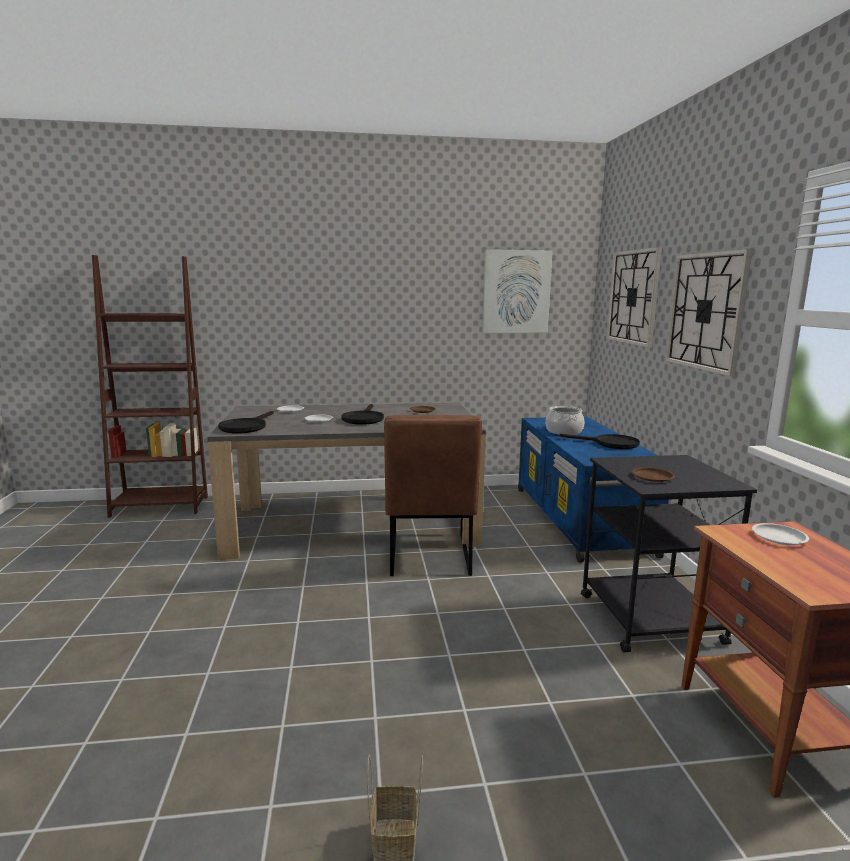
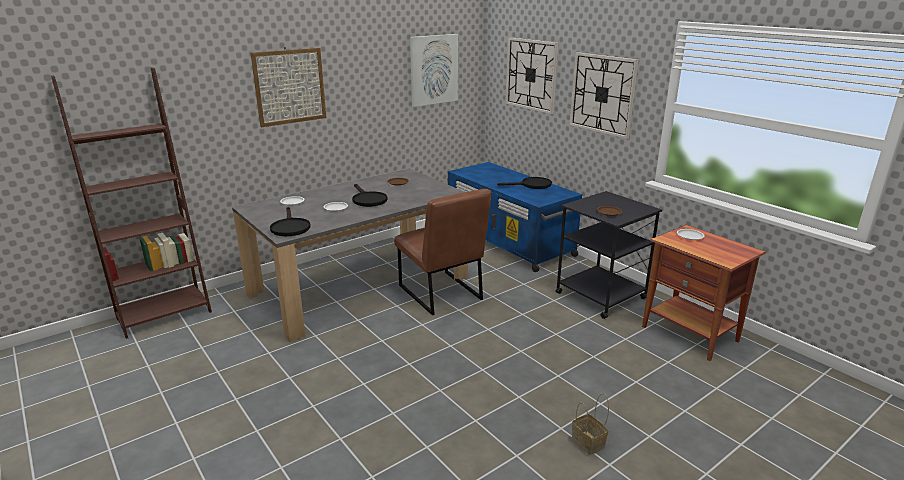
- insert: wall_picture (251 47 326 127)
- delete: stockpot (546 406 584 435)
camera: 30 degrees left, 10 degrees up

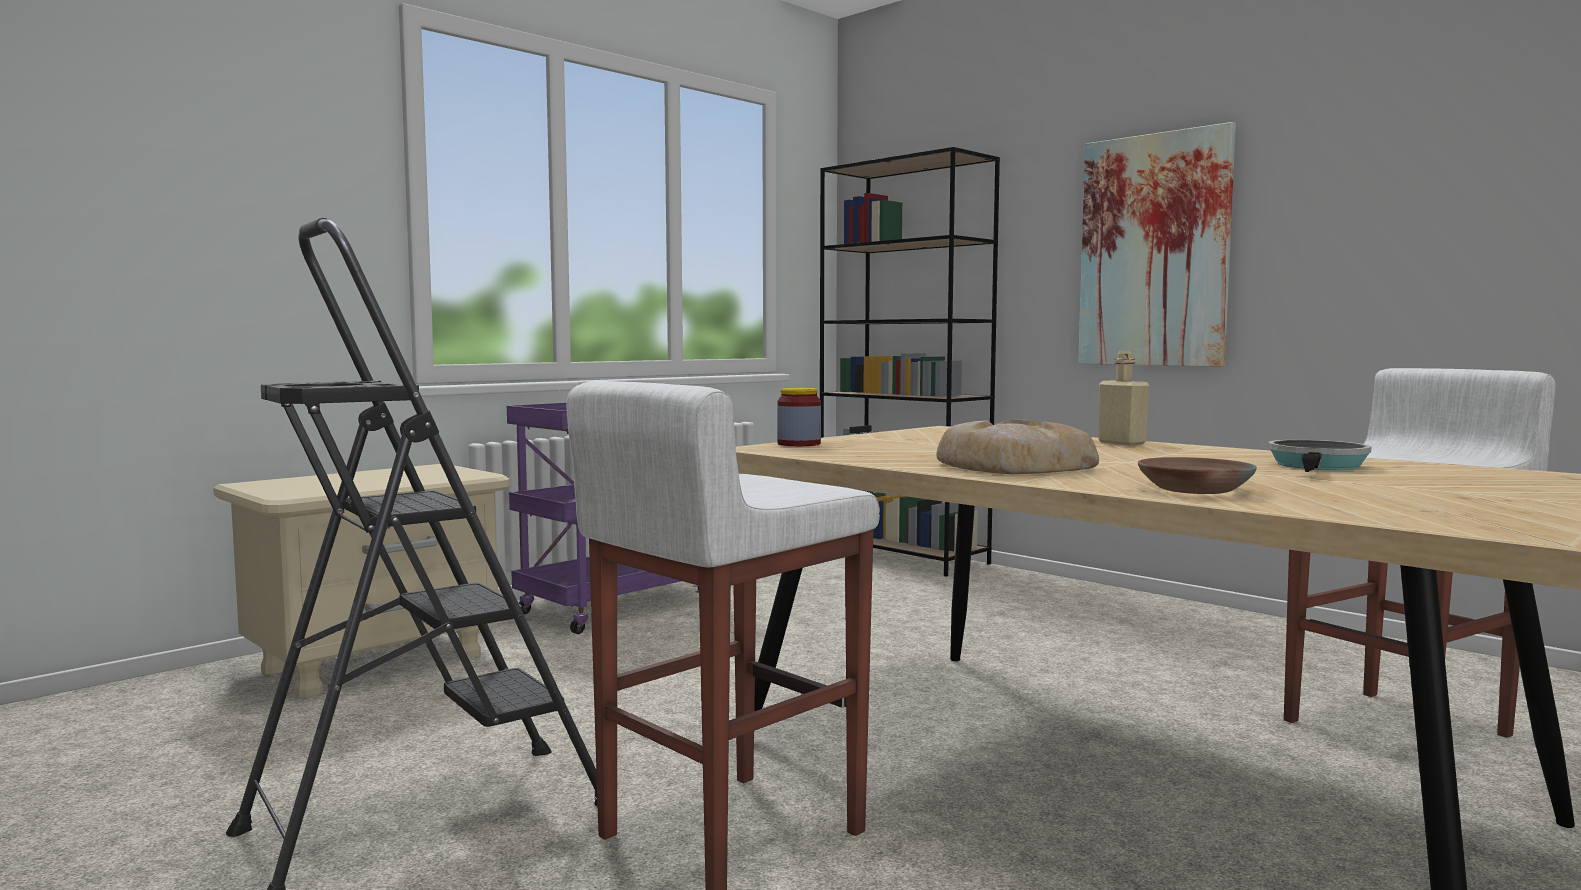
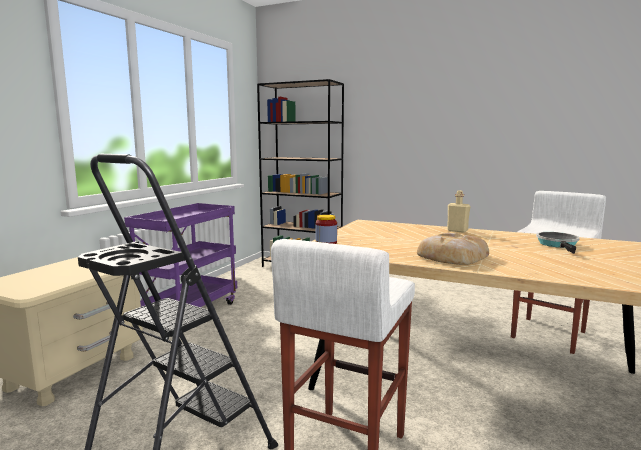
- delete: wall_picture (1078 122 1236 367)
- delete: brown_deep_dish (1138 457 1257 494)
camera: 20 degrees left, 5 degrees up

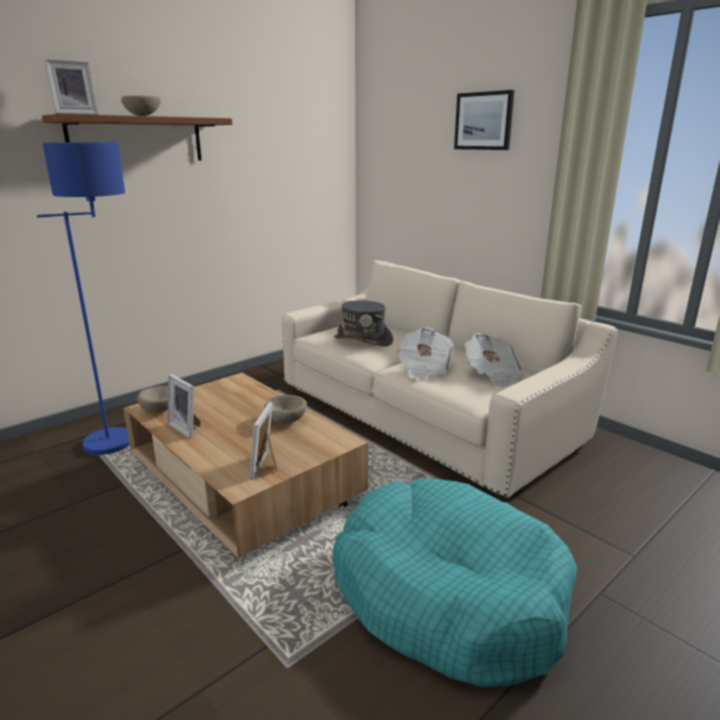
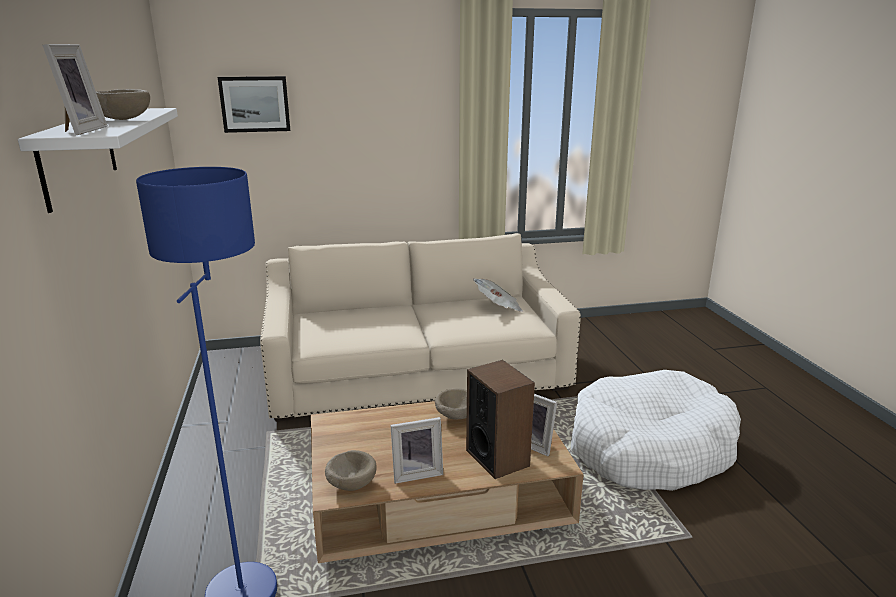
- recolor: brown_shelf (42 114 232 160) to white-coloured_shelf (18 108 178 213)
- move: wall_picture (454 90 514 150) to (218 76 290 133)
- insert: speaker (466 360 535 479)
- recolor: turquoise_pet_bed (333 478 578 688) to white-coloured_pet_bed (571 370 741 491)
- delete: greyish_hat (334 300 393 346)
- delete: newspaper (397 327 454 379)
camera: 60 degrees left, 0 degrees up

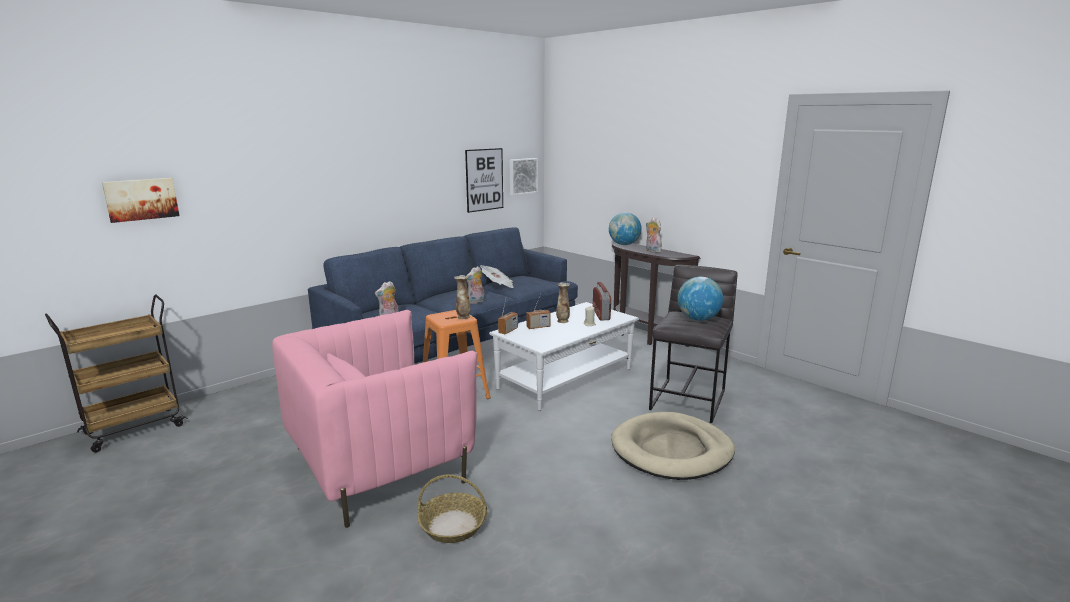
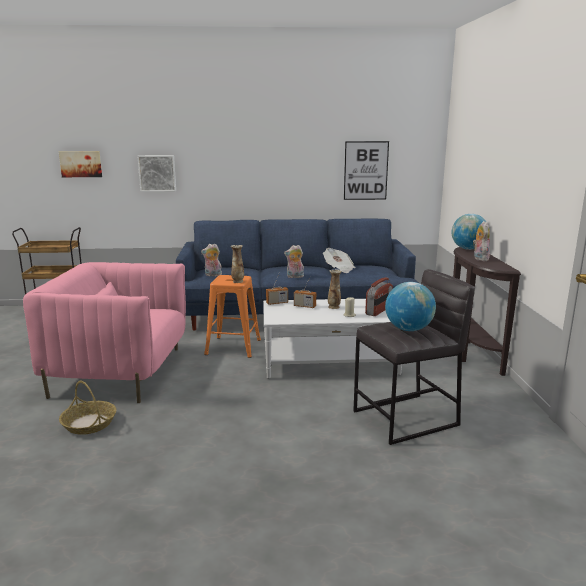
- move: wall_picture (510 158 538 195) to (137 155 176 192)
- delete: sand-coloured_pet_bed (611 412 735 480)
camera: 40 degrees right, 0 degrees up

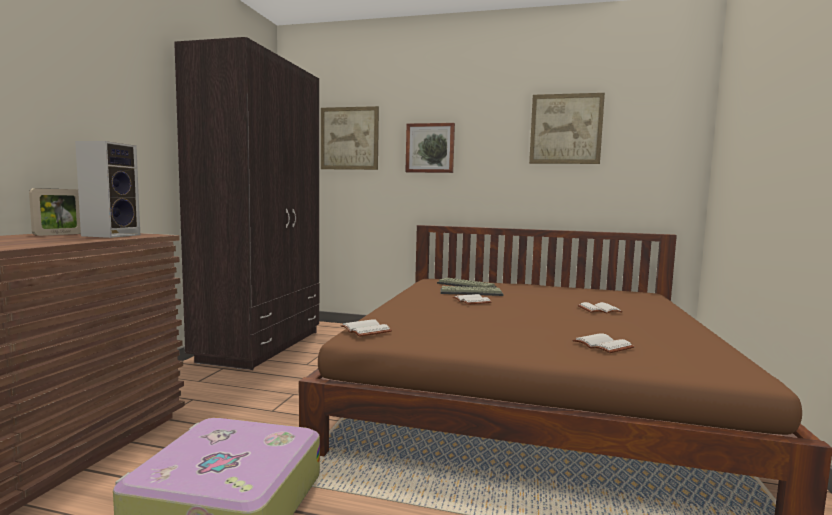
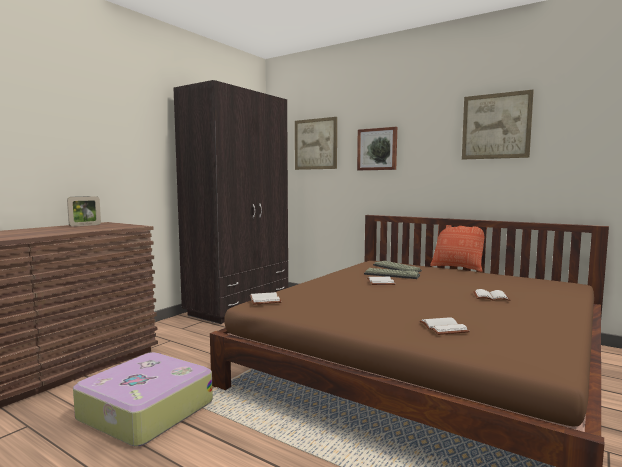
- insert: orange-coloured_throw_pillow (430 225 485 272)
- delete: speaker (75 141 140 238)
camera: 20 degrees right, 0 degrees up

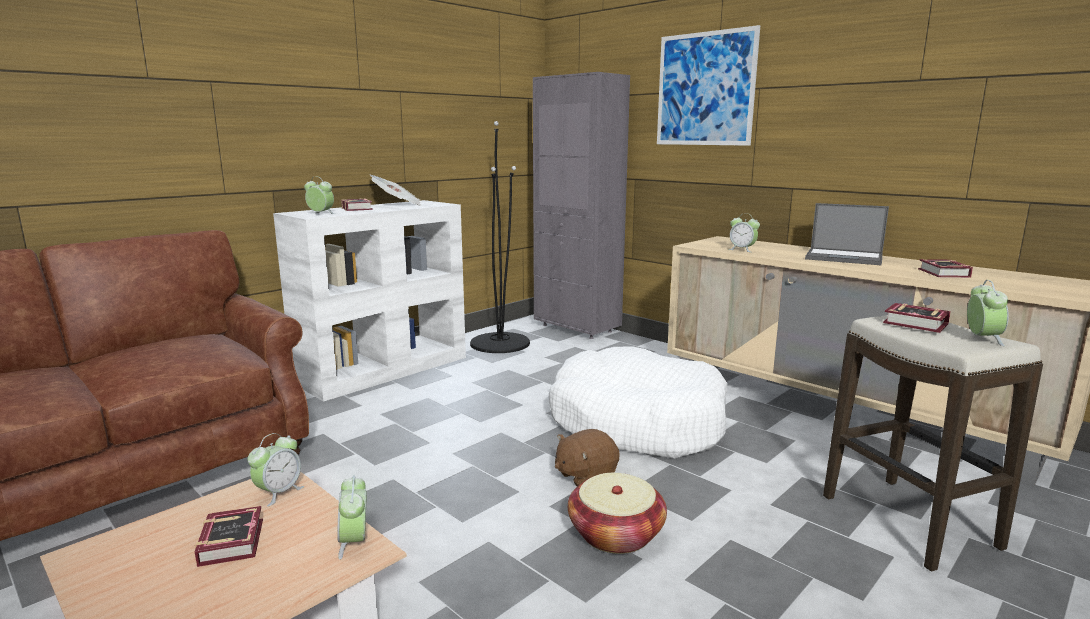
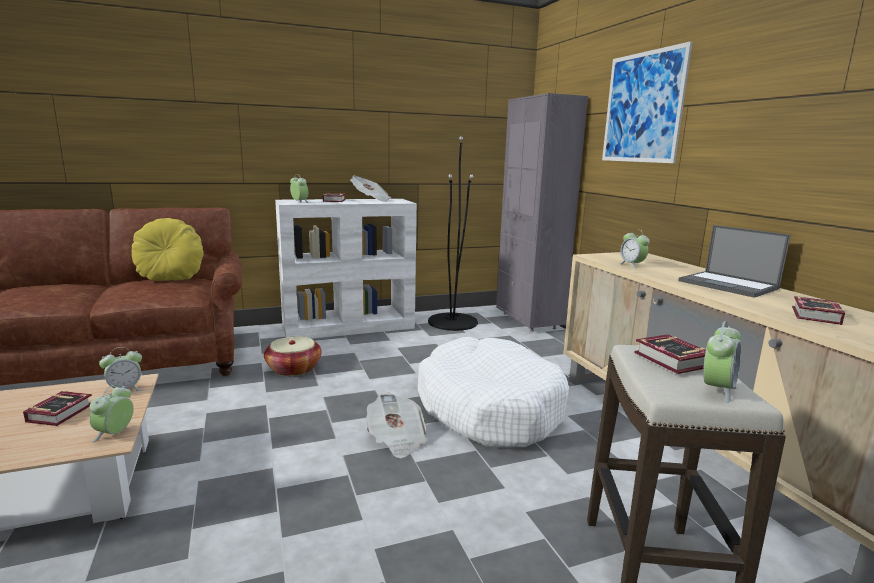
- insert: yellowish_throw_pillow (132 218 204 281)
- move: basket (568 473 667 554) to (264 336 322 376)
- replace: brown_soft_toy (555 429 620 486) to newspaper (367 393 428 458)
camera: 25 degrees right, 0 degrees up

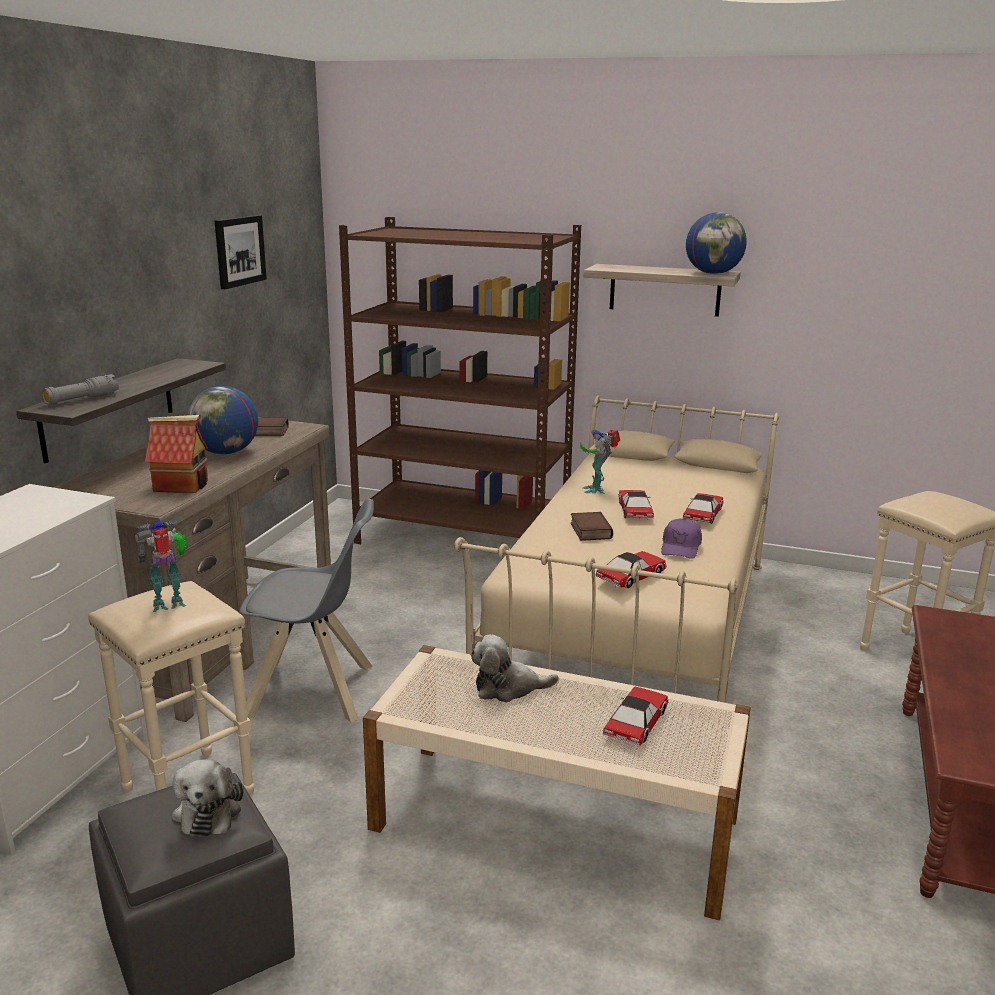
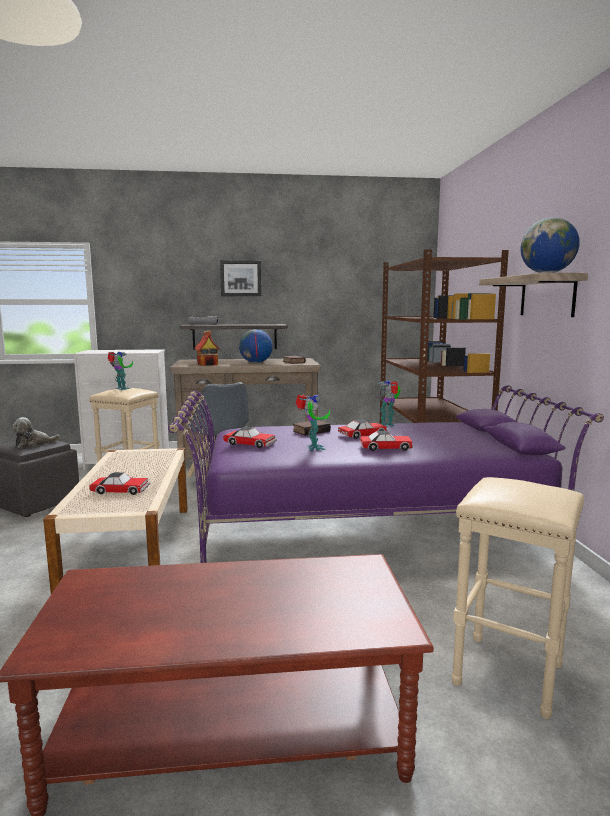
- recolor: sand-coloured_bed (454 396 779 777) to purple_bed (168 385 604 563)
- move: wall_picture (215 215 267 289) to (220 260 261 296)
- replace: purple_cap (661 518 702 559) to robot_figure (295 394 330 451)
- delete: soft_toy (471 634 559 702)
camera: 65 degrees right, 10 degrees down

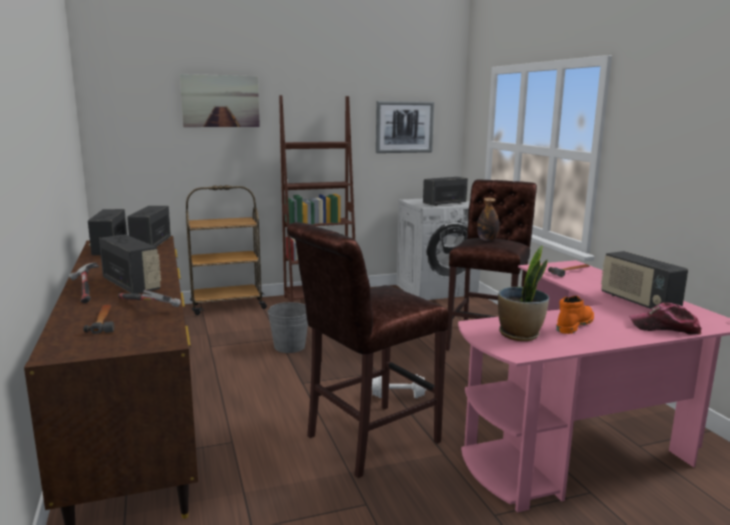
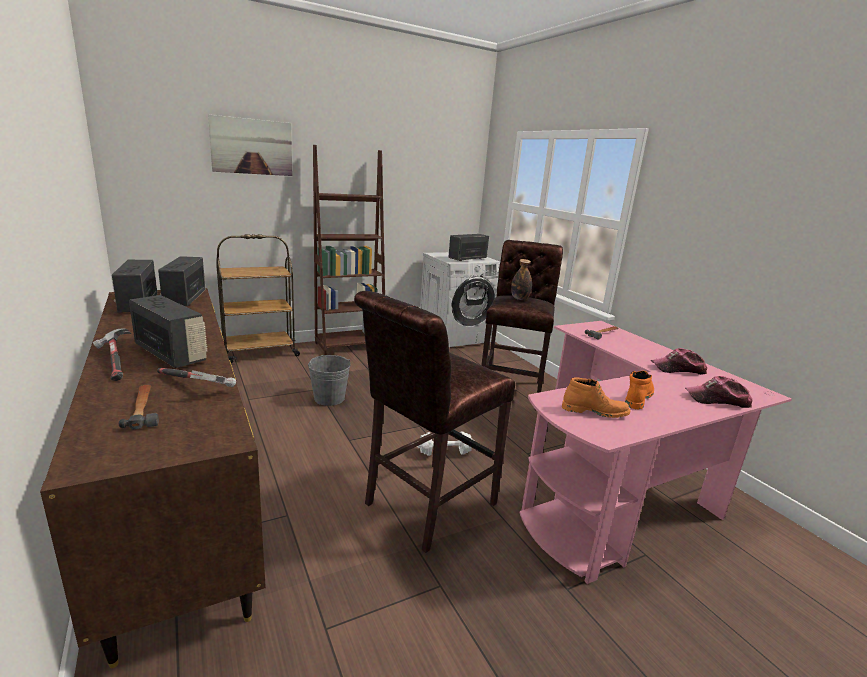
- replace: houseplant (498 245 549 341) to orange-coloured_high-top_boot (562 378 630 418)
- replace: radio_receiver (601 251 688 309) to cap (651 348 707 375)
- delete: wall_picture (376 101 434 153)
camera: 10 degrees left, 5 degrees up

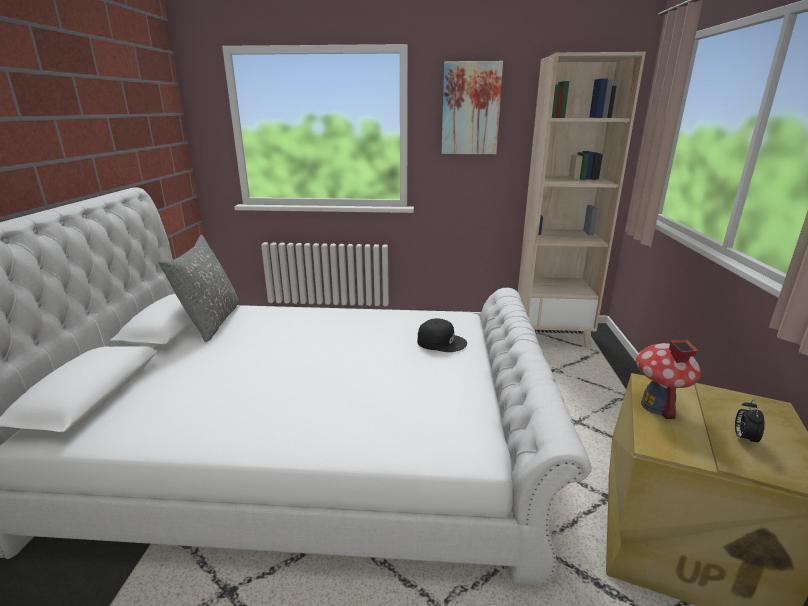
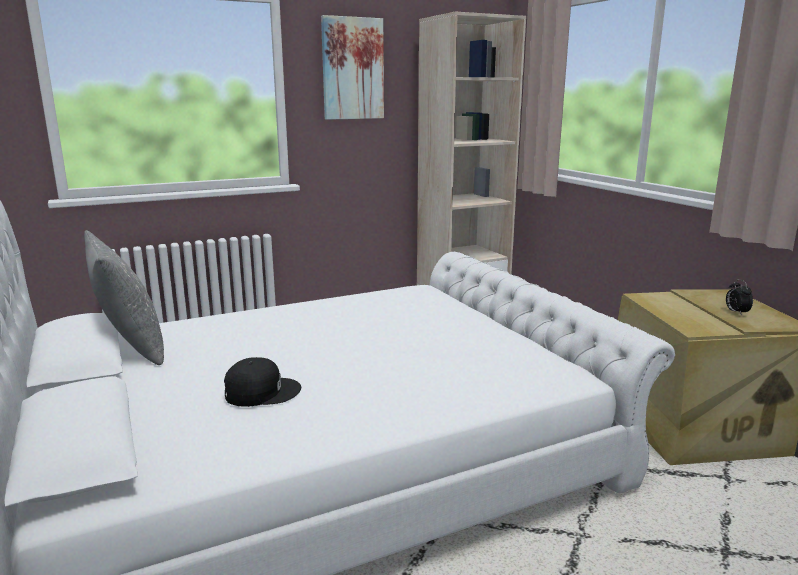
- move: black-coloured_cap (417 318 467 352) to (224 357 301 407)
- delete: model_house (636 340 701 419)
camera: 30 degrees left, 5 degrees down

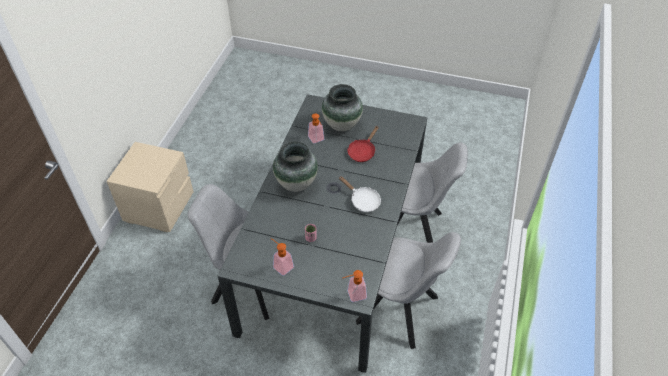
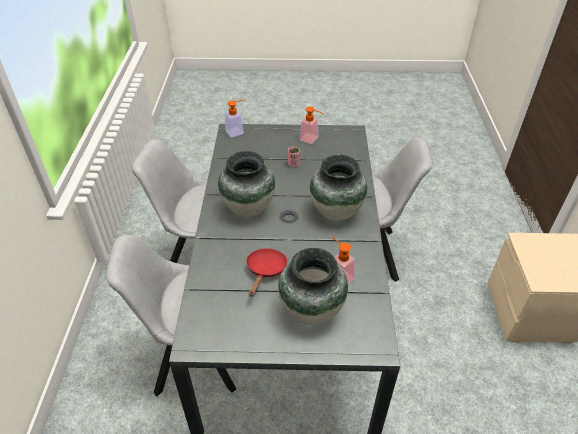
- replace: white-coloured_pan (339 176 381 212) to flower_vase (218 151 275 216)
camera: 165 degrees right, 5 degrees down

